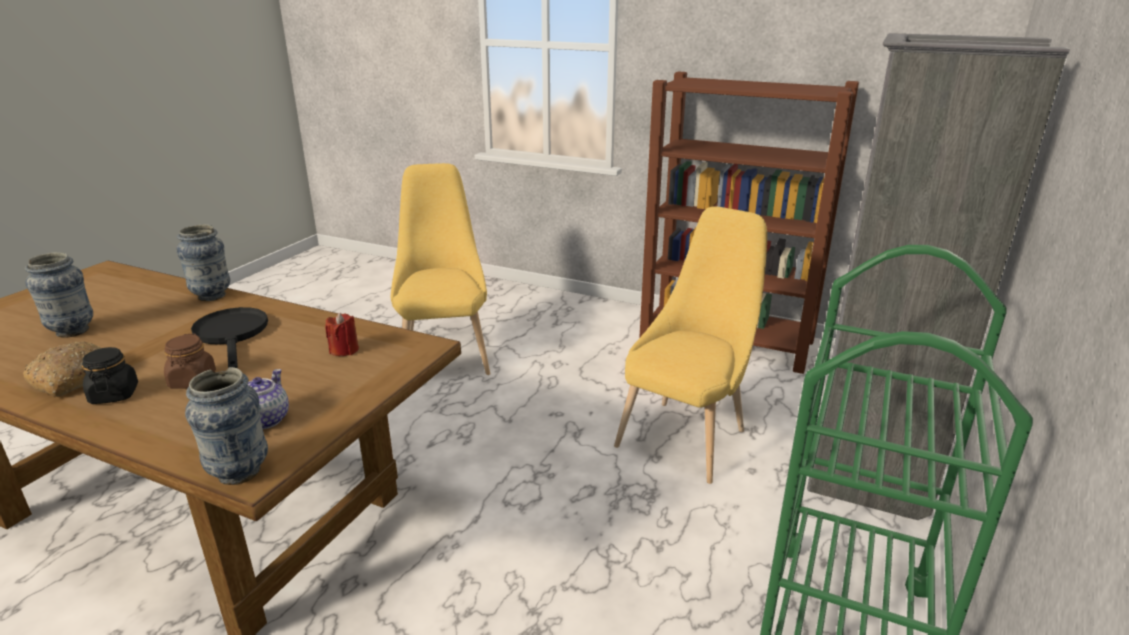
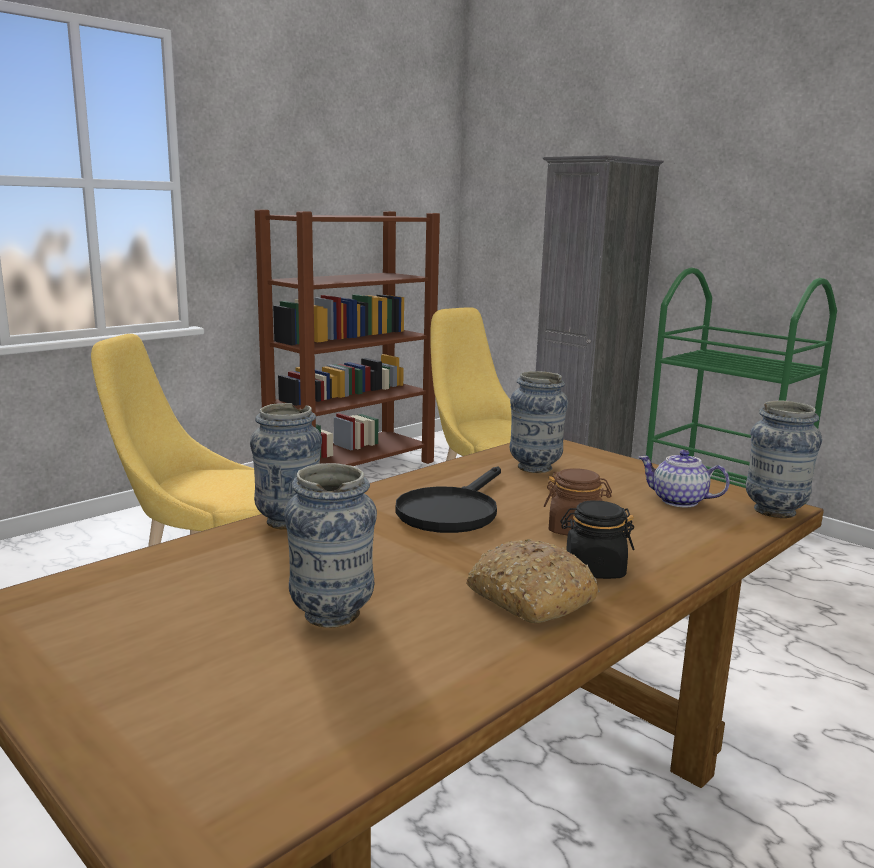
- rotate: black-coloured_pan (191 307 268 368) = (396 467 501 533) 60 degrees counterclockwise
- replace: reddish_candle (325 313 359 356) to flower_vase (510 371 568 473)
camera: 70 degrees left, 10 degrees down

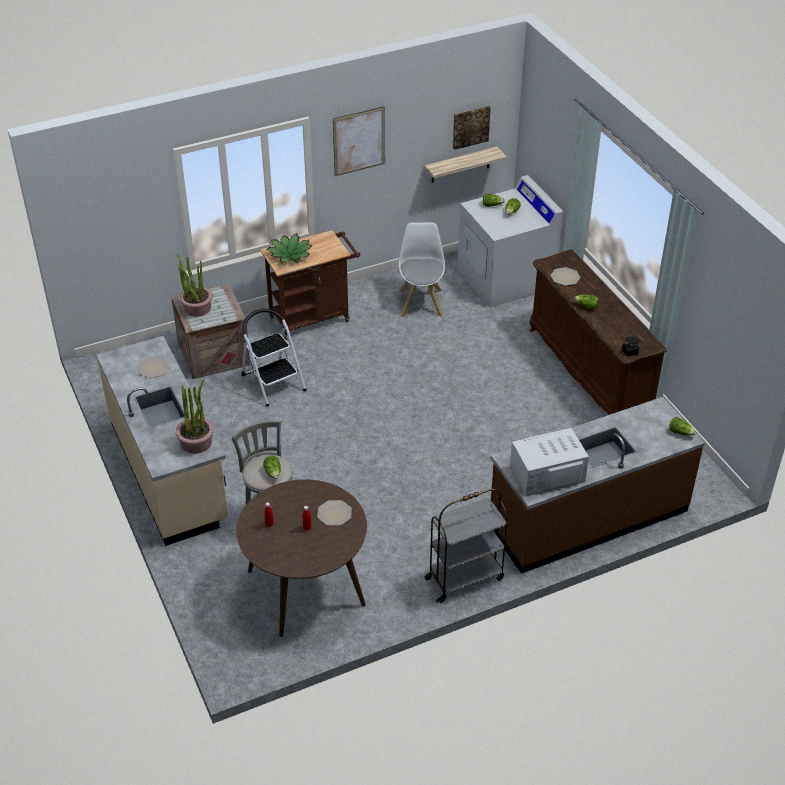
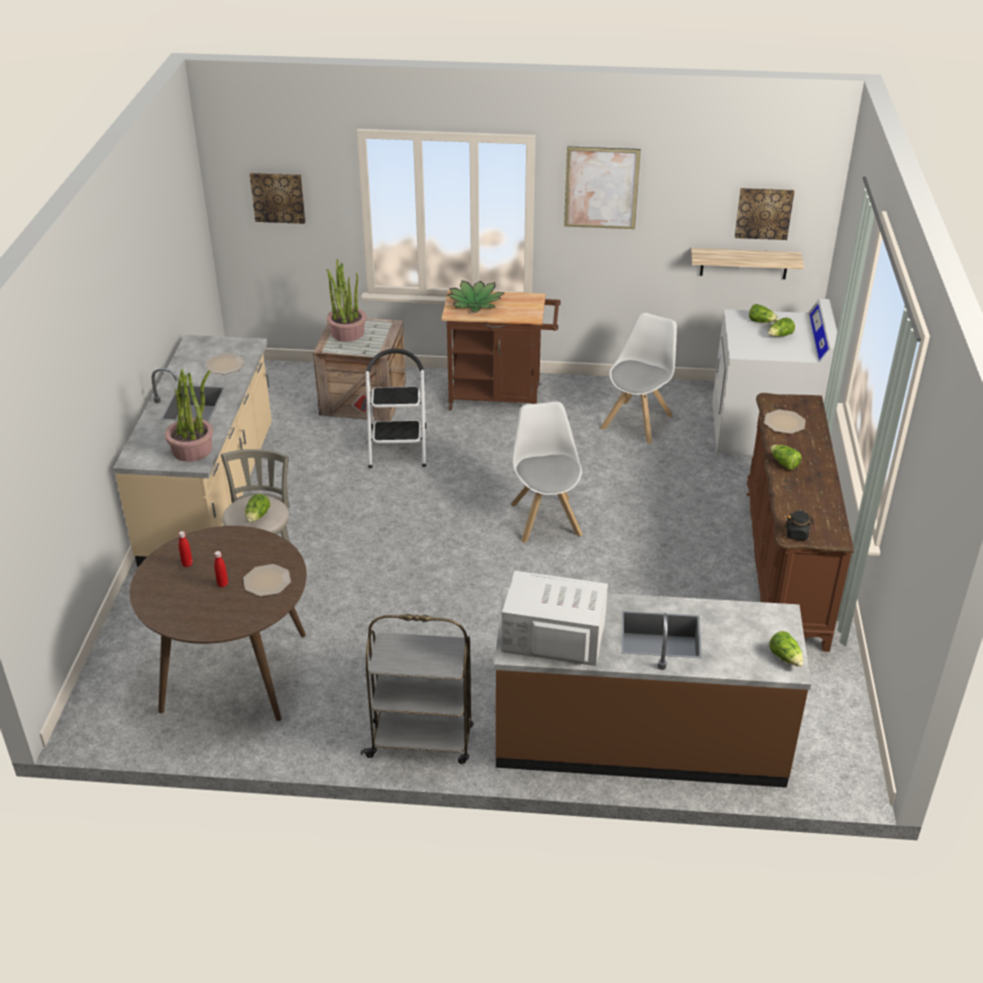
- insert: wall_picture (250 173 306 224)
- insert: plain_chair (510 402 582 543)
camera: 30 degrees right, 5 degrees down

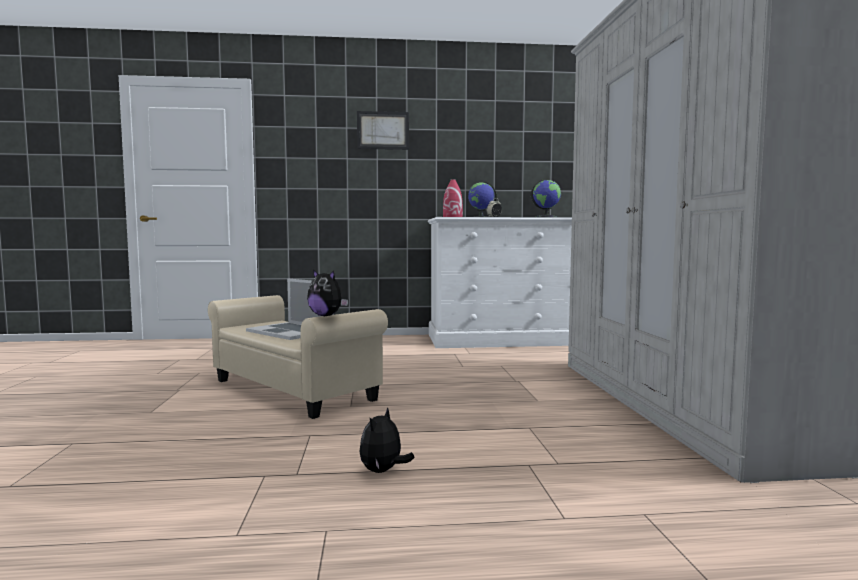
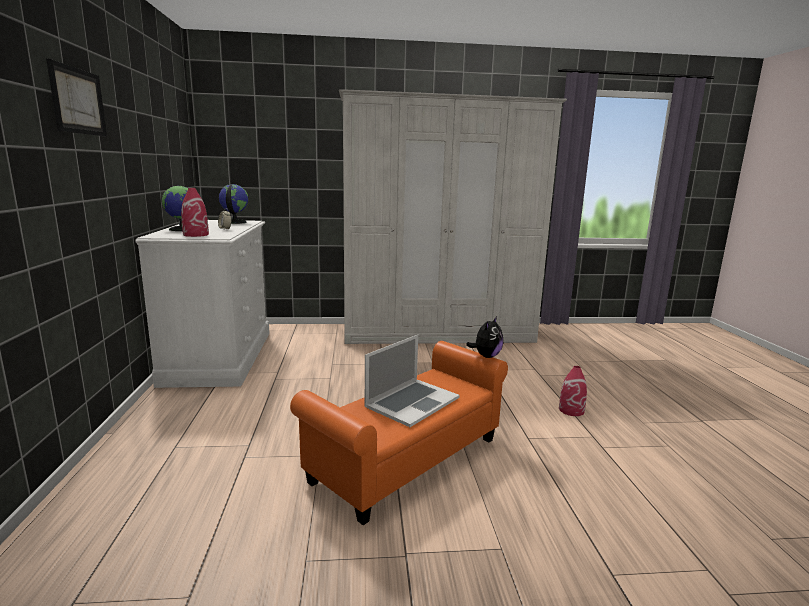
- recolor: sand-coloured_footrest (208 295 388 419) to orange-coloured_footrest (290 341 508 525)
- replace: soft_toy (359 407 415 473) to reddish_flower_vase (559 366 587 416)
camera: 90 degrees left, 10 degrees up

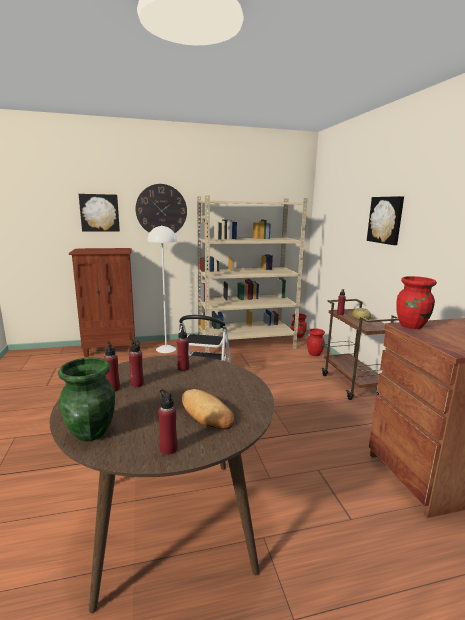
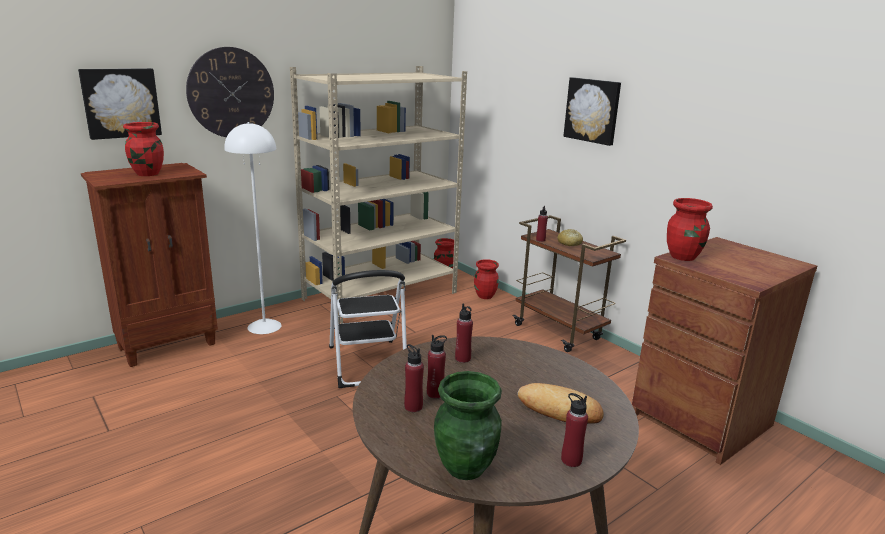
- insert: reddish_flower_vase (123 122 164 176)
camera: 25 degrees left, 5 degrees up

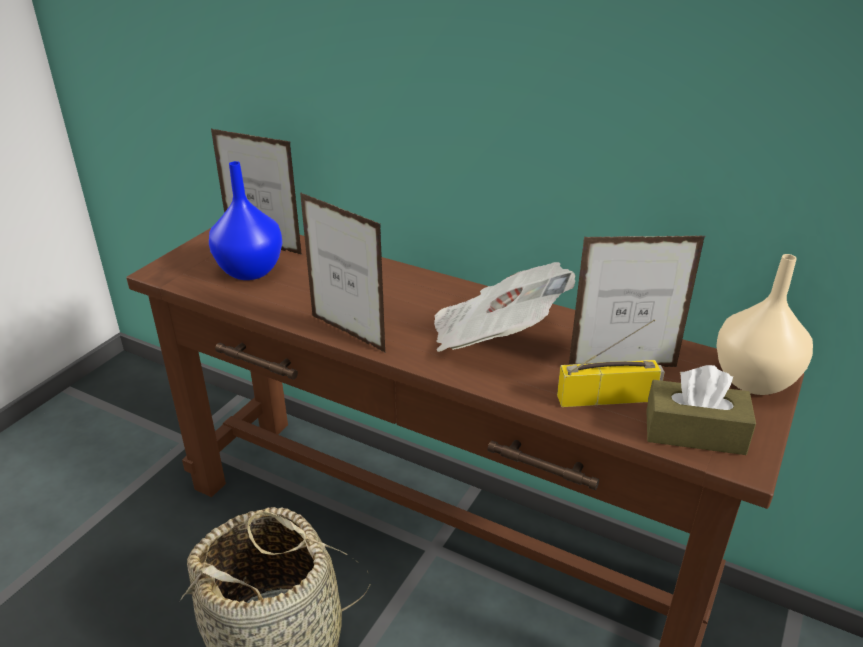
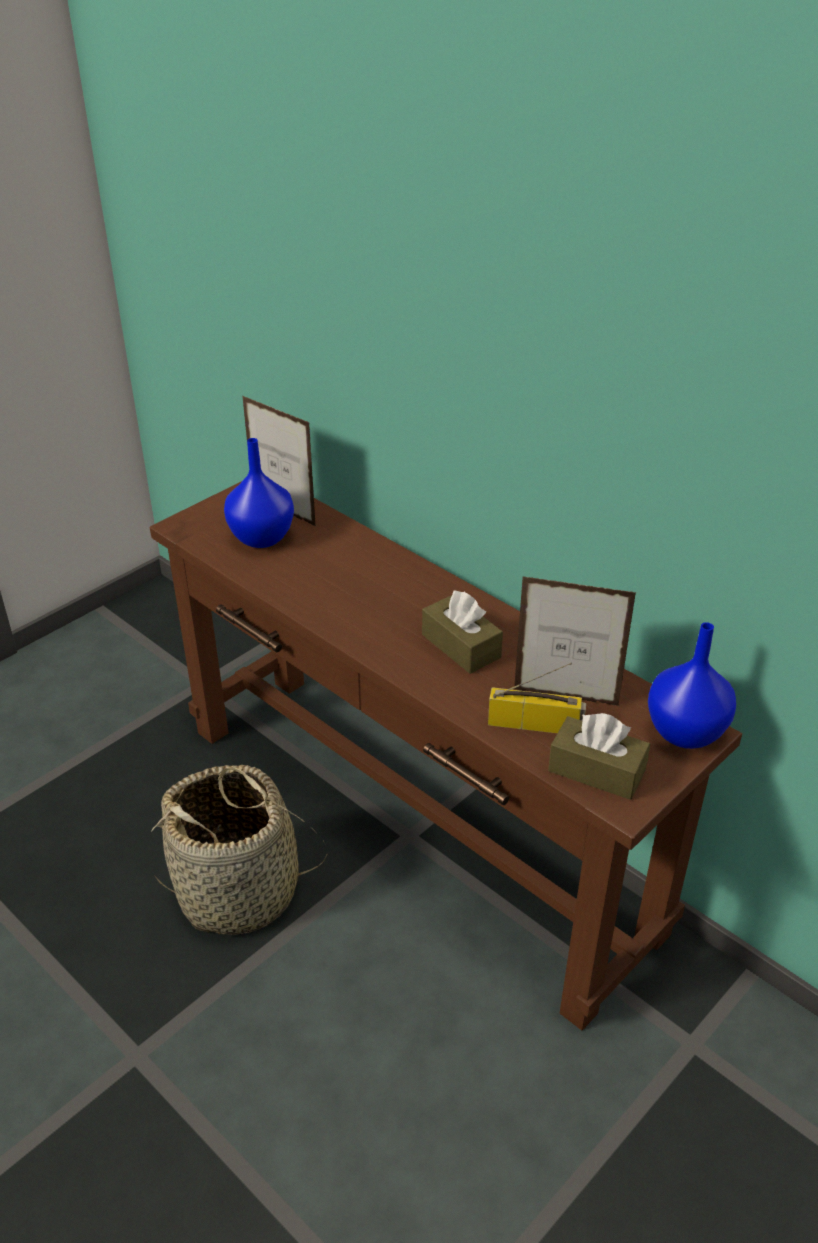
- replace: newspaper (434 262 575 352) to brown_tissue_box (422 591 503 674)
- recolor: sand-coloured_flower_vase (716 254 813 395) to blue_flower_vase (648 622 736 749)
- delete: photo_frame (300 192 386 353)
camera: 15 degrees right, 5 degrees up

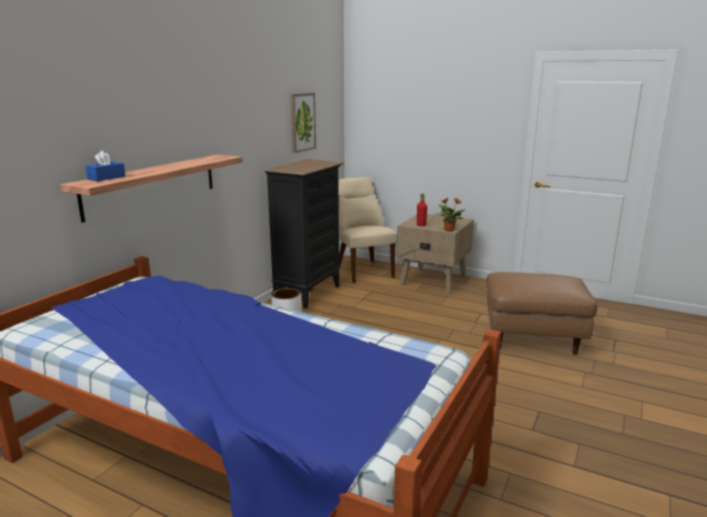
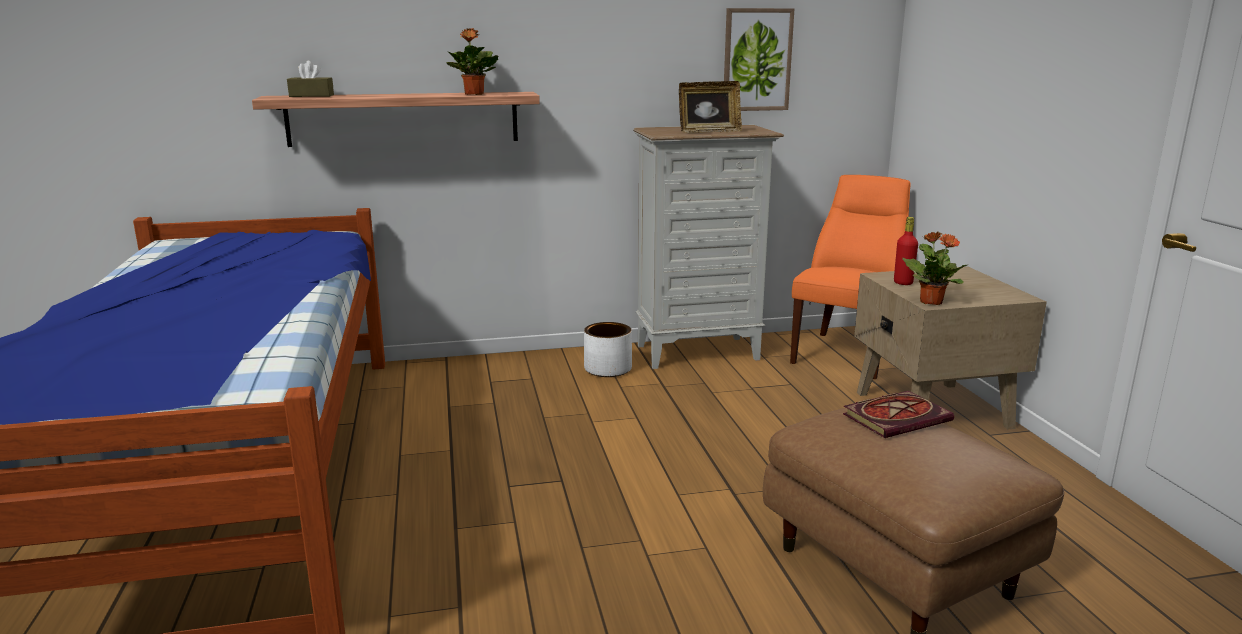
- recolor: blue_tissue_box (85 151 125 181) to brown_tissue_box (287 61 334 97)
- insert: houseplant (446 28 498 95)
- recolor: black-coloured_chest_of_drawers (264 159 344 309) to white-coloured_chest_of_drawers (633 125 784 369)
- insert: photo_frame (679 81 742 133)
- recolor: sand-coloured_plain_chair (338 177 397 283) to orange-coloured_plain_chair (790 175 911 379)
- insert: book (843 391 954 438)
camera: 50 degrees right, 0 degrees up

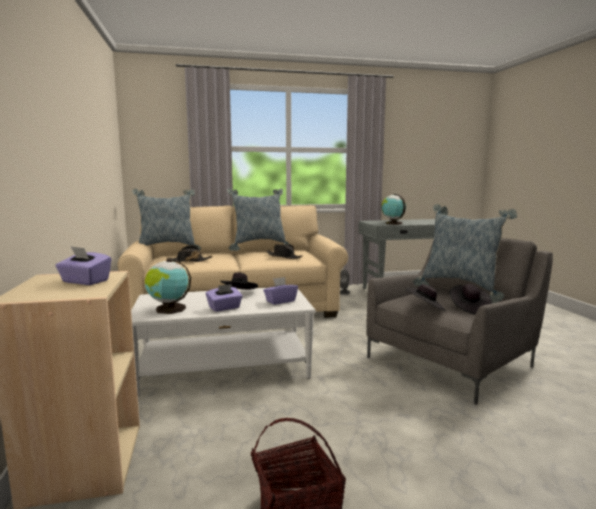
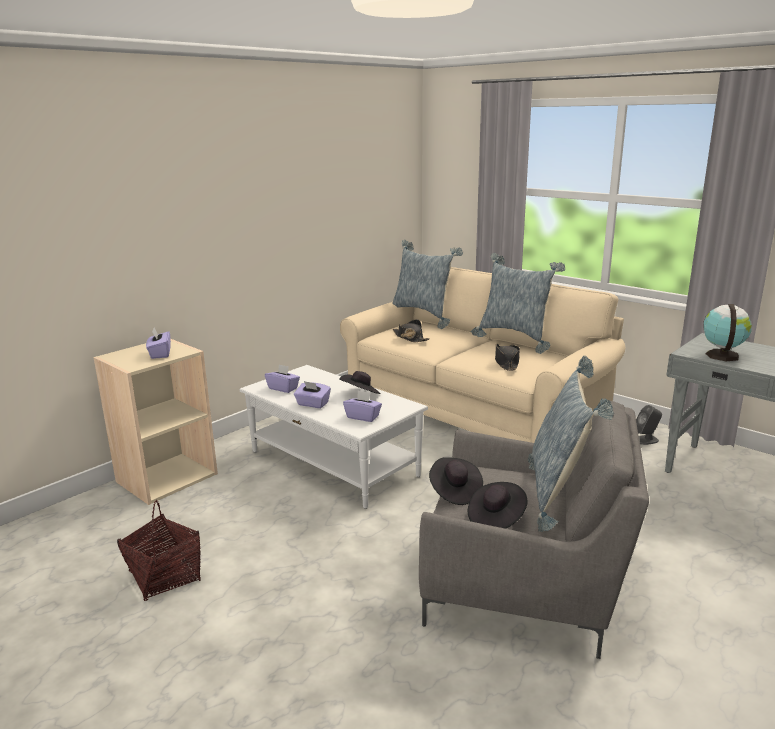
- replace: world_globe (145 259 191 314) to purple_tissue_box (265 364 300 393)
camera: 55 degrees right, 10 degrees up

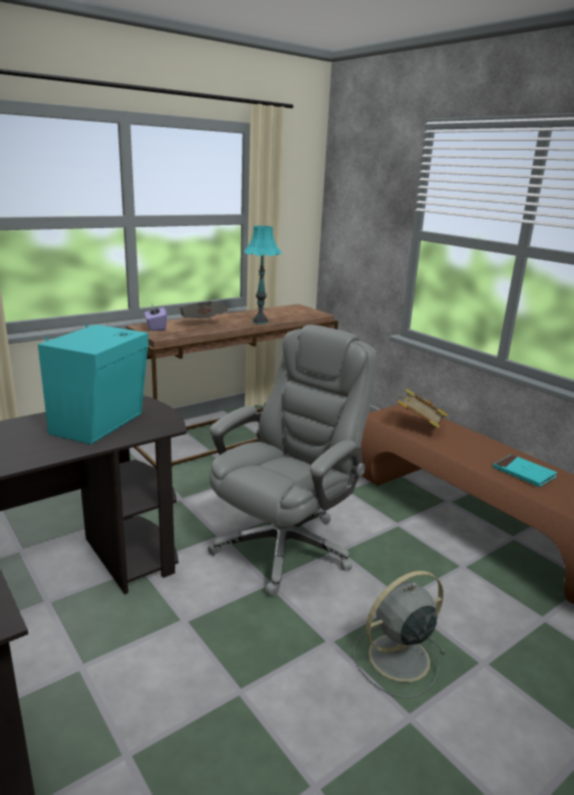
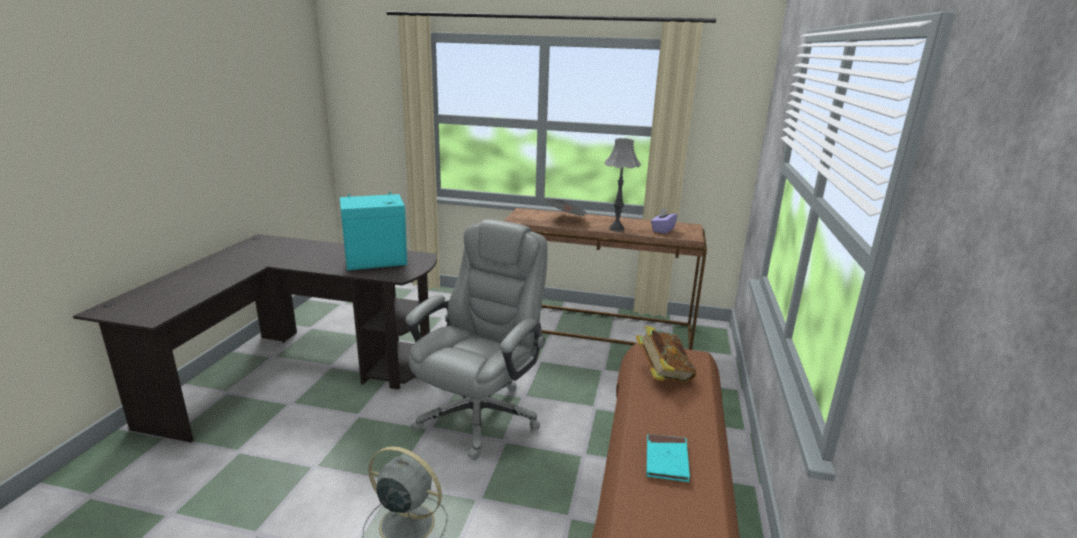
- rotate: greyish_desk_chair (208 325 377 596) = (405 219 547 460) 60 degrees counterclockwise
- recolor: turquoise_table_lamp (244 226 281 324) to greyish_table_lamp (605 138 641 232)
- move: purple_tissue_box (144 304 167 331) to (651 208 678 234)
camera: 50 degrees right, 0 degrees up

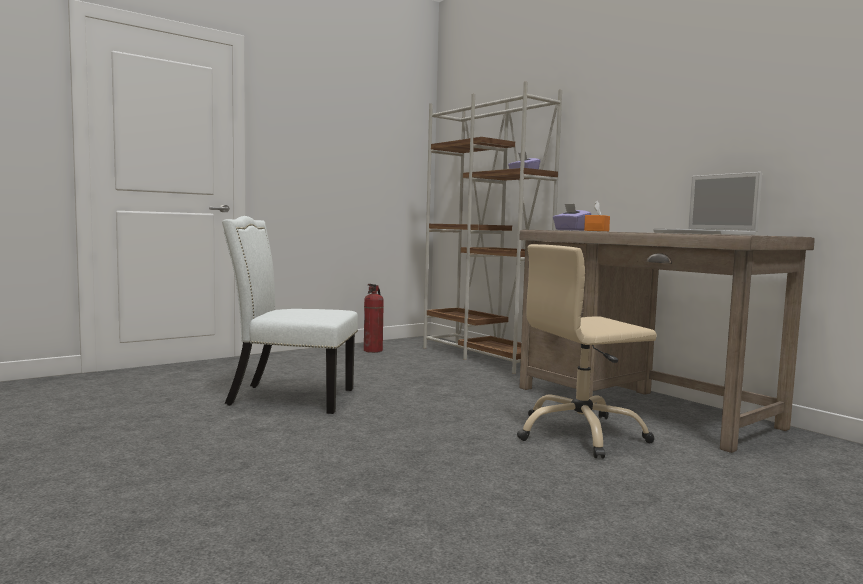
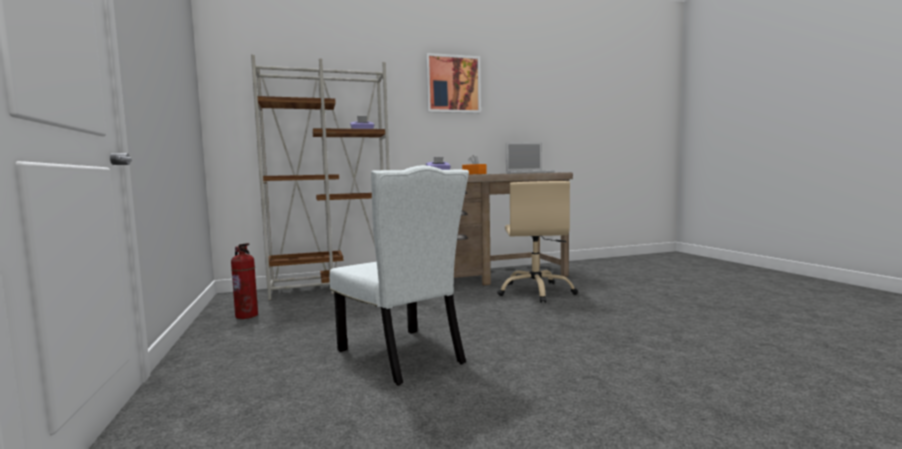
- rotate: white-coloured_plain_chair (222 216 358 414) = (329 165 469 386) 60 degrees counterclockwise
- insert: wall_picture (426 53 481 113)
camera: 70 degrees left, 0 degrees up

